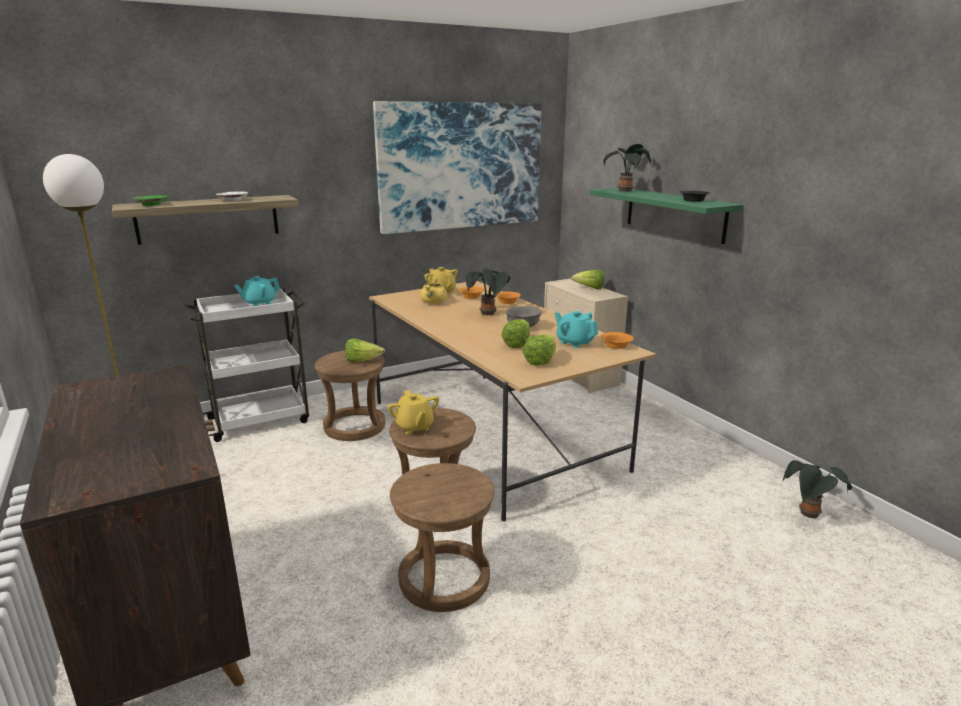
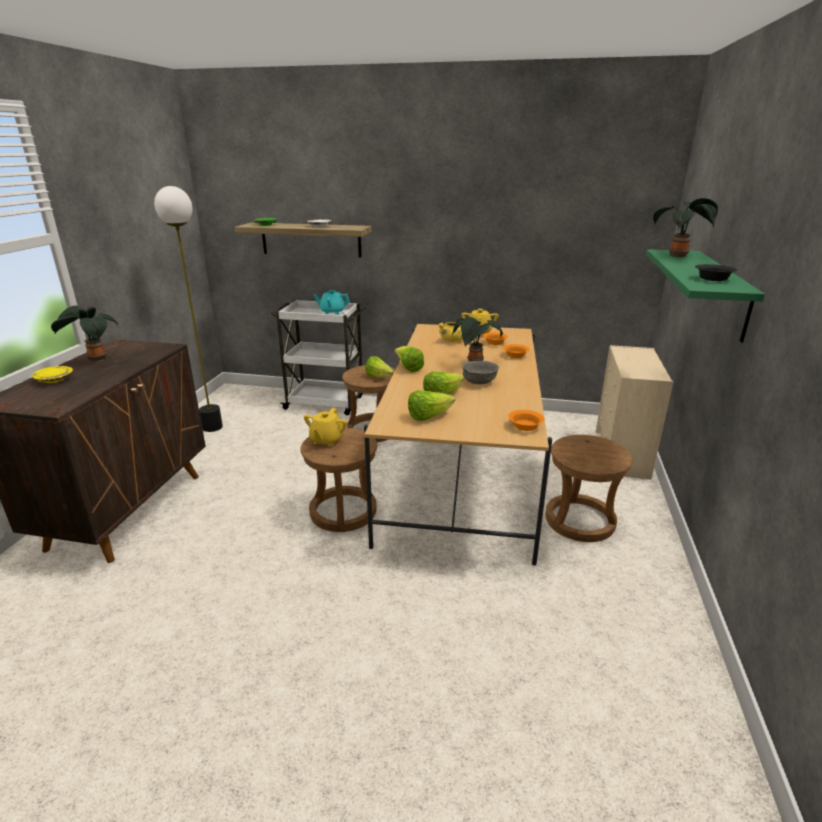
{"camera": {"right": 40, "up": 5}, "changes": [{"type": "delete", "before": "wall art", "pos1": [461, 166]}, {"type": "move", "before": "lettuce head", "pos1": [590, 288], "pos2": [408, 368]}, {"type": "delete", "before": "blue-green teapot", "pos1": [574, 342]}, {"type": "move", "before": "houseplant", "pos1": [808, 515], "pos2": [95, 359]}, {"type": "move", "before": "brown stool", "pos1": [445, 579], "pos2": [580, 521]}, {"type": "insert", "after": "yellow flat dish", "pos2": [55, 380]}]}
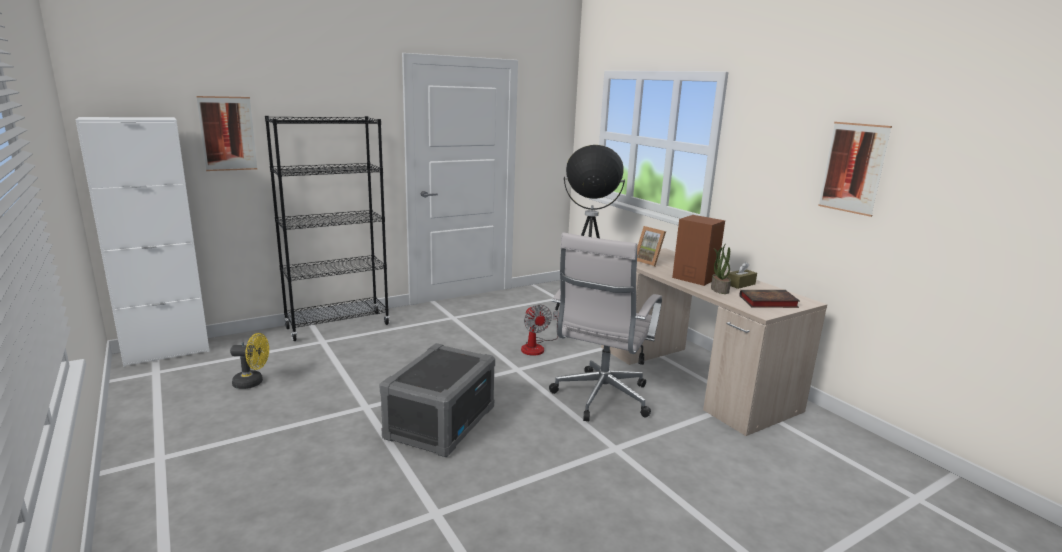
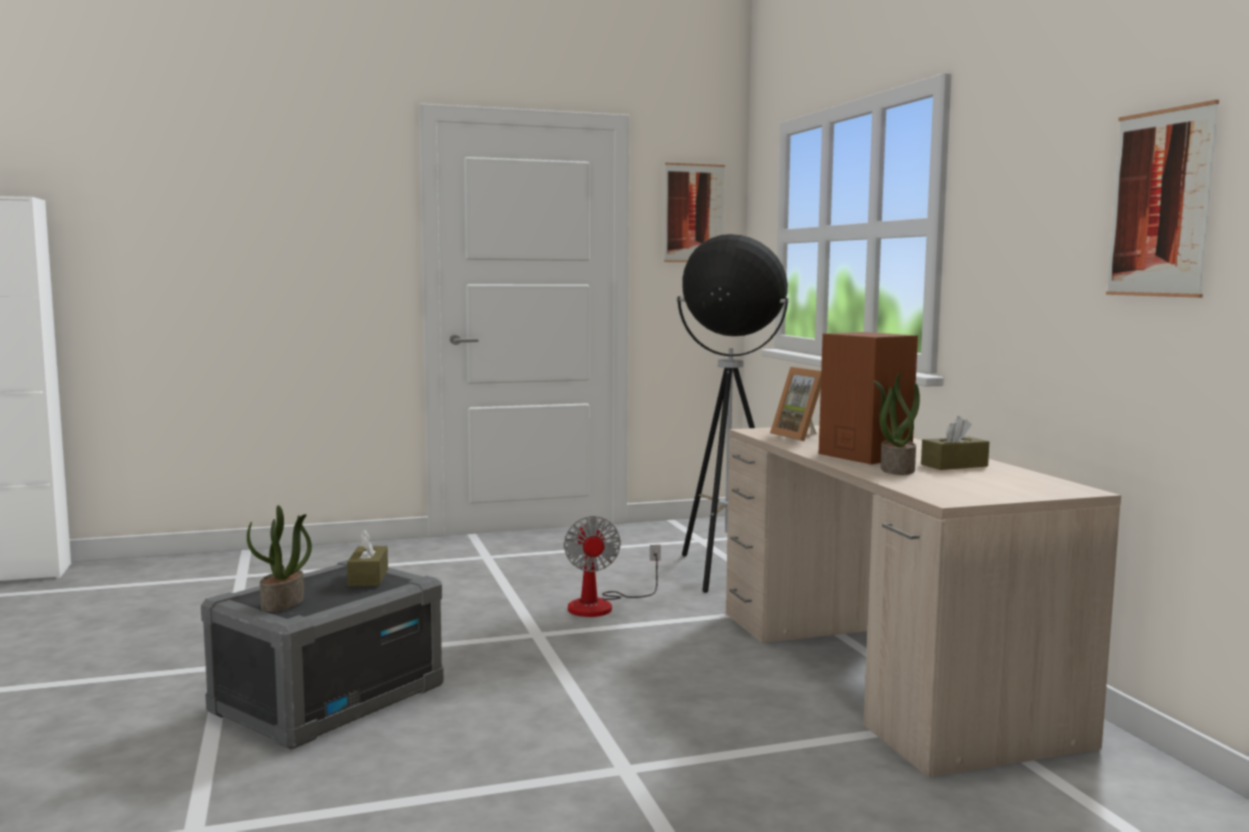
{"camera": {"right": 15, "up": -10}, "changes": [{"type": "move", "before": "wall art", "pos1": [228, 133], "pos2": [694, 213]}, {"type": "delete", "before": "black bookshelf", "pos1": [338, 326]}, {"type": "delete", "before": "white office chair", "pos1": [600, 399]}, {"type": "delete", "before": "book", "pos1": [767, 302]}, {"type": "delete", "before": "yellow electric fan", "pos1": [253, 383]}, {"type": "insert", "after": "houseplant", "pos2": [283, 603]}, {"type": "insert", "after": "brown tissue box", "pos2": [368, 577]}]}
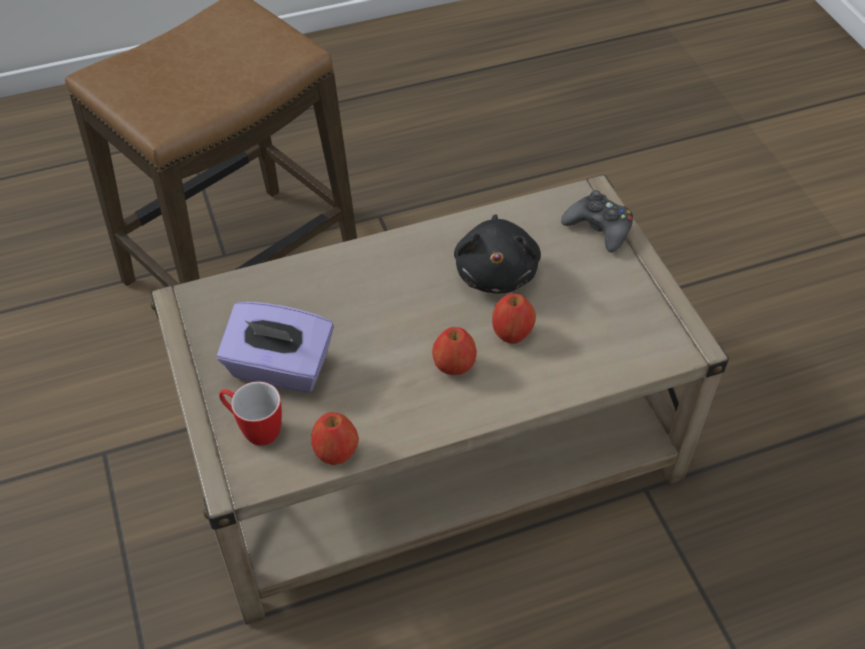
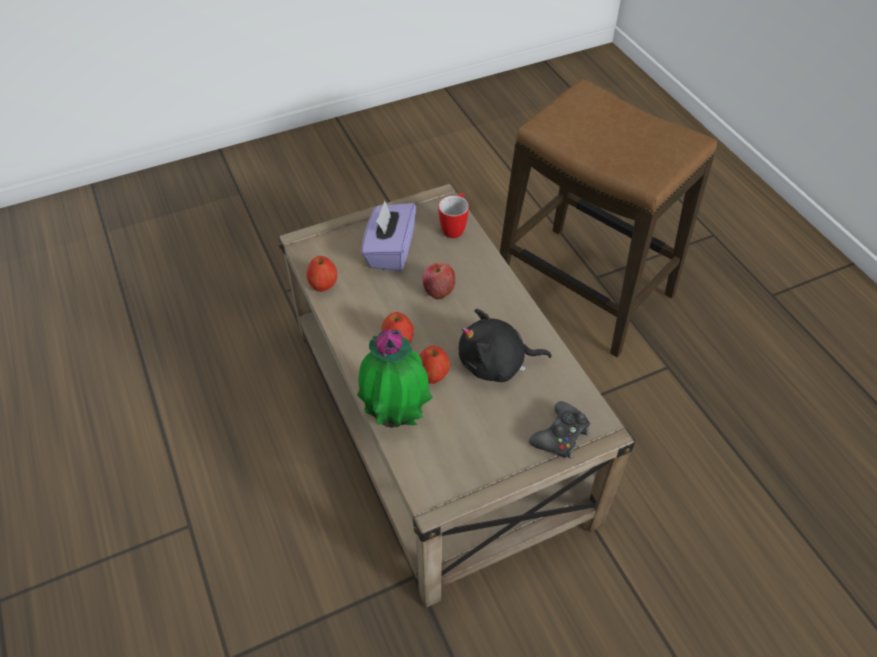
{"camera": {"right": 85, "up": 0}, "changes": [{"type": "move", "before": "mug", "pos1": [254, 429], "pos2": [455, 227]}, {"type": "insert", "after": "whole apple", "pos2": [438, 289]}, {"type": "insert", "after": "houseplant", "pos2": [396, 416]}]}
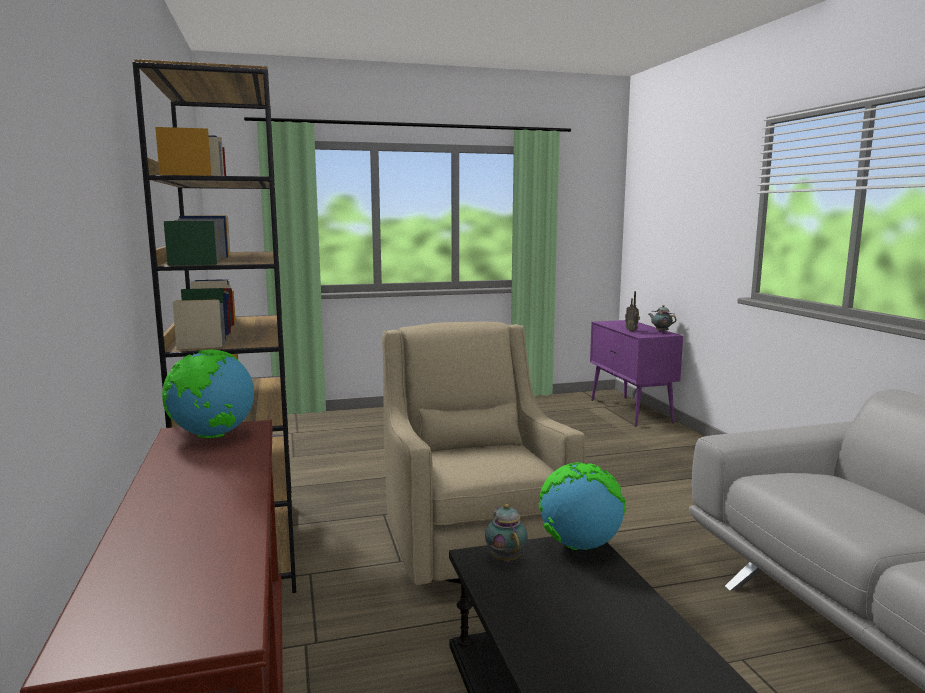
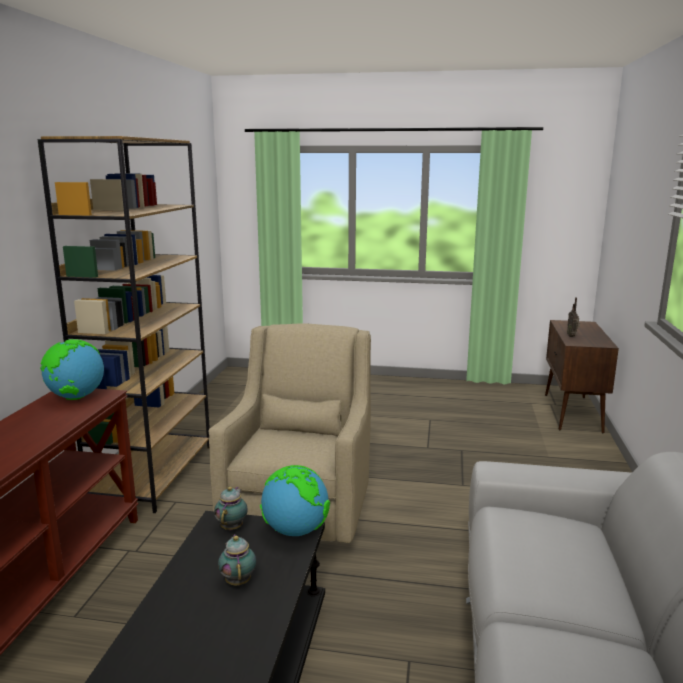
{"camera": {"right": 25, "up": 5}, "changes": [{"type": "move", "before": "teapot", "pos1": [661, 332], "pos2": [238, 580]}, {"type": "recolor", "before": "purple-coloured cabinet", "after": "brown cabinet", "pos1": [631, 411], "pos2": [572, 413]}]}
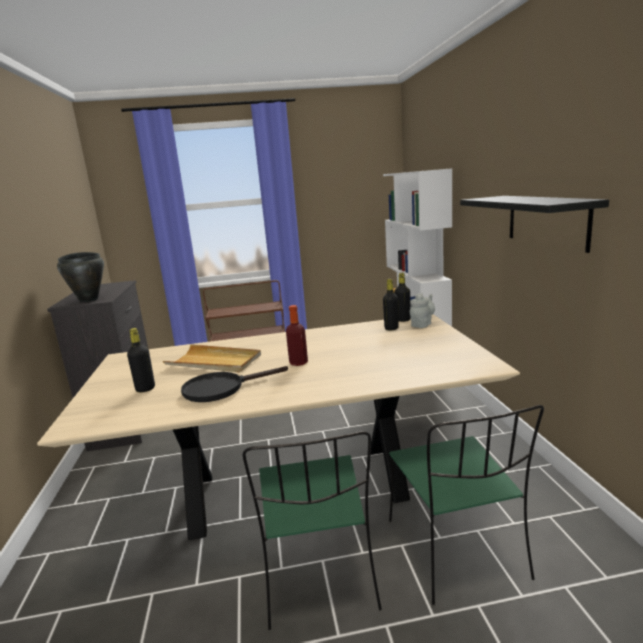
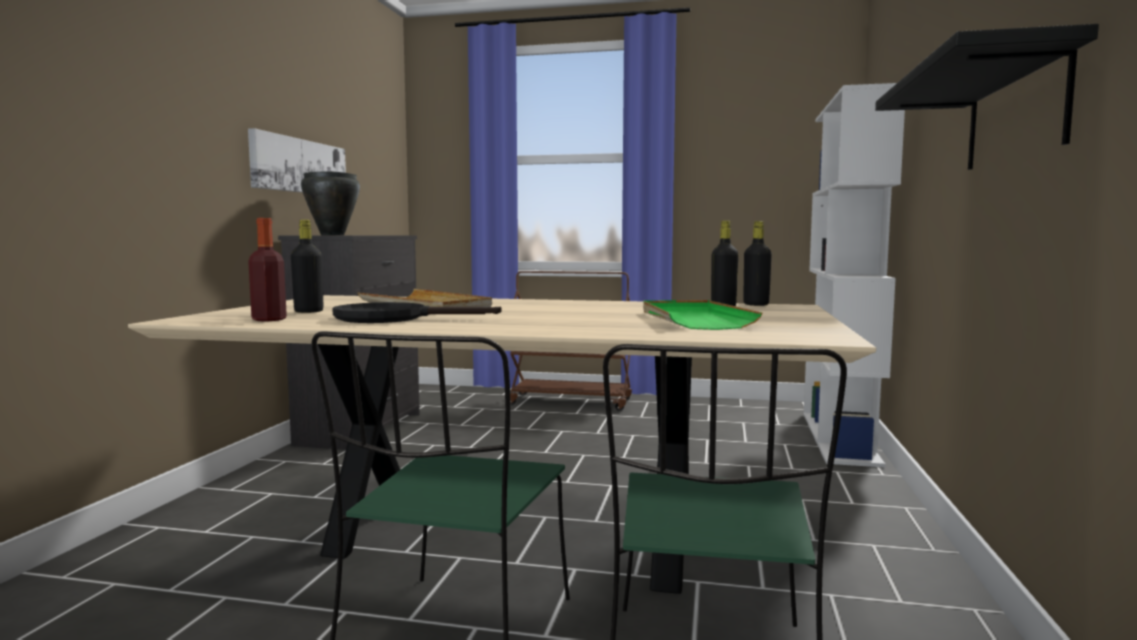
{"camera": {"right": 20, "up": -10}, "changes": [{"type": "delete", "before": "greyish teapot", "pos1": [422, 324]}, {"type": "move", "before": "drink bottle", "pos1": [298, 363], "pos2": [269, 319]}, {"type": "insert", "after": "wall art", "pos2": [299, 166]}, {"type": "insert", "after": "green-coloured serving tray", "pos2": [693, 319]}]}
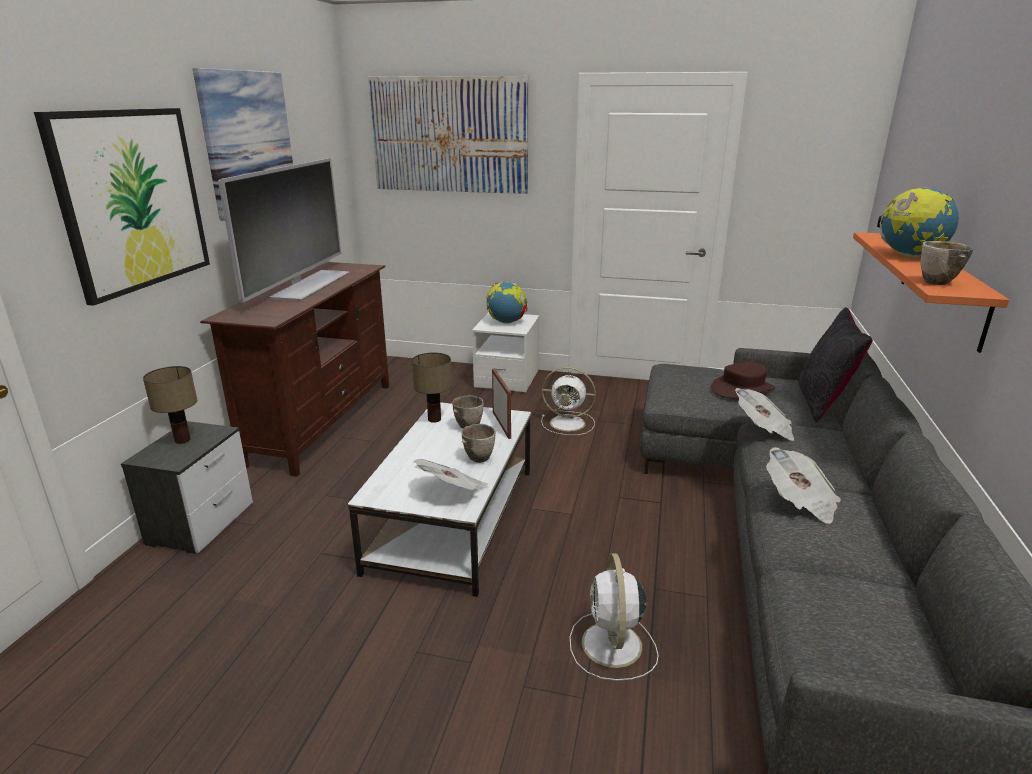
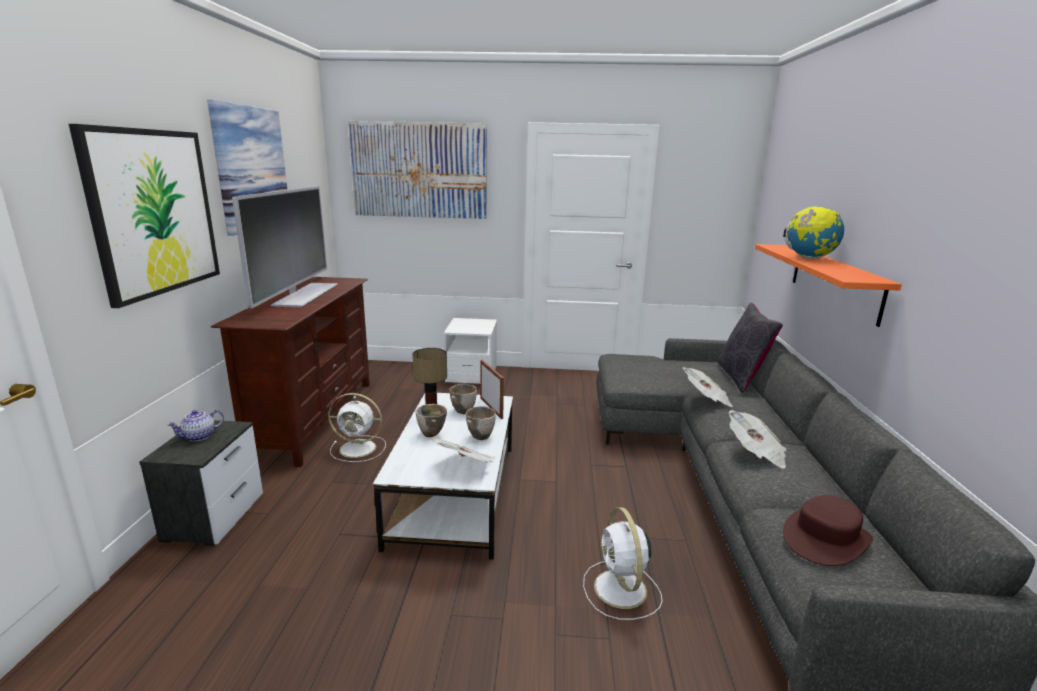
{"camera": {"right": -10, "up": -5}, "changes": [{"type": "move", "before": "bowl", "pos1": [937, 283], "pos2": [431, 434]}, {"type": "delete", "before": "desk globe", "pos1": [507, 322]}, {"type": "move", "before": "brown wearable hat", "pos1": [742, 388], "pos2": [825, 538]}, {"type": "replace", "before": "table lamp", "after": "teapot", "pos1": [183, 440], "pos2": [199, 436]}, {"type": "move", "before": "white electric fan", "pos1": [569, 423], "pos2": [359, 448]}]}
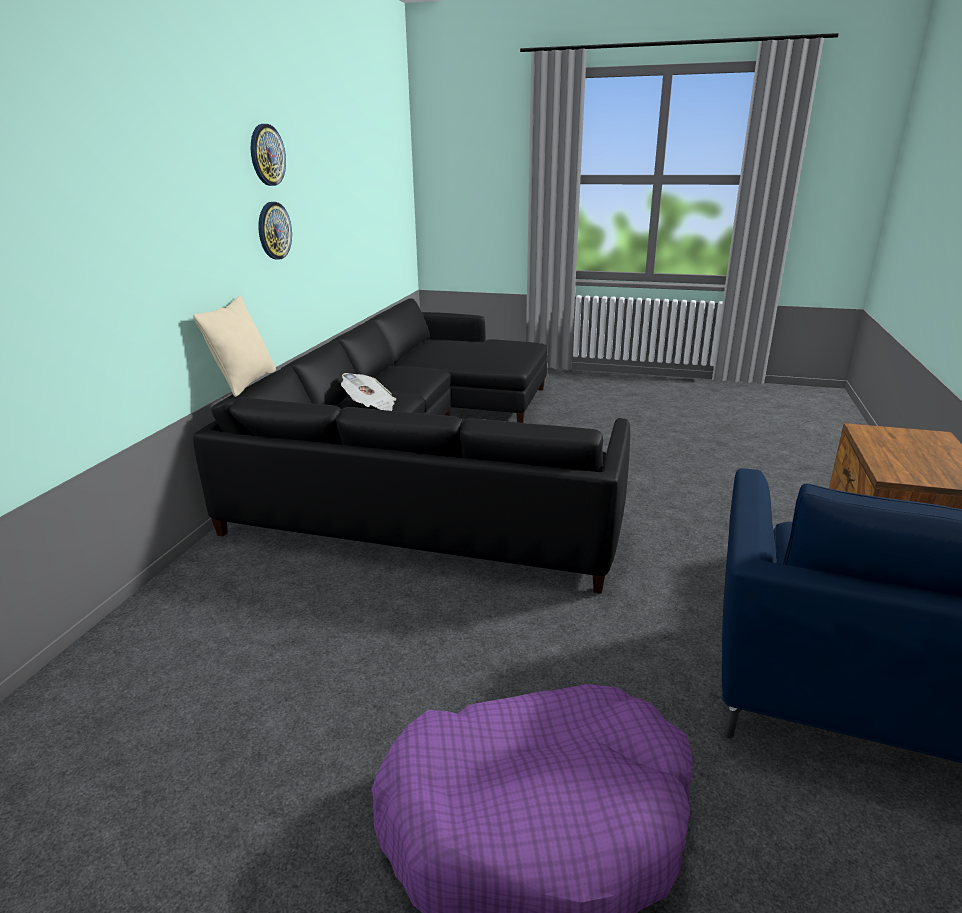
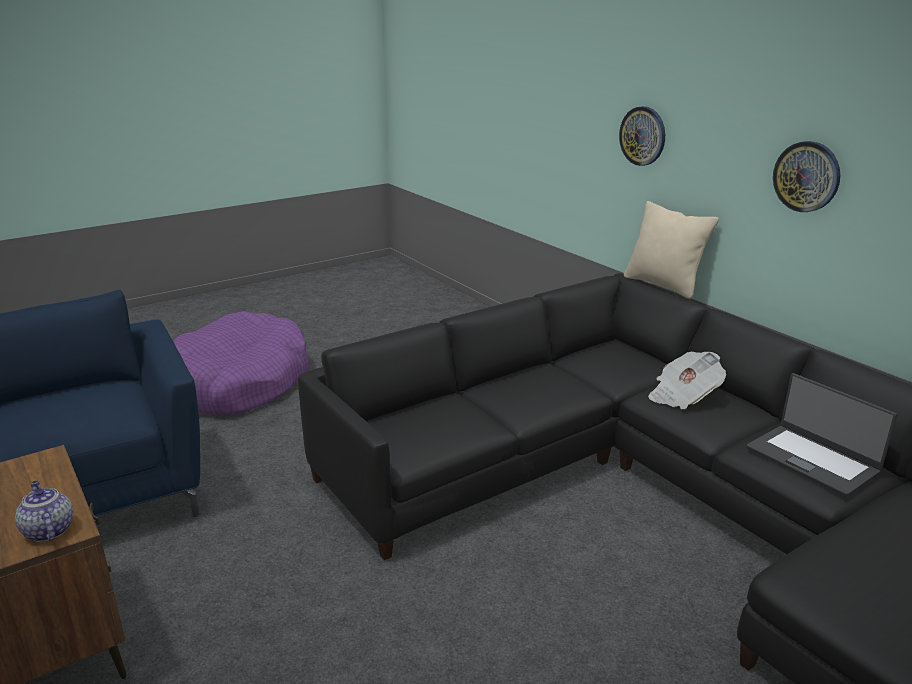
{"camera": {"right": 130, "up": 0}, "changes": [{"type": "move", "before": "hanging clock", "pos1": [267, 155], "pos2": [643, 136]}, {"type": "insert", "after": "notebook computer", "pos2": [812, 459]}, {"type": "insert", "after": "teapot", "pos2": [48, 530]}]}
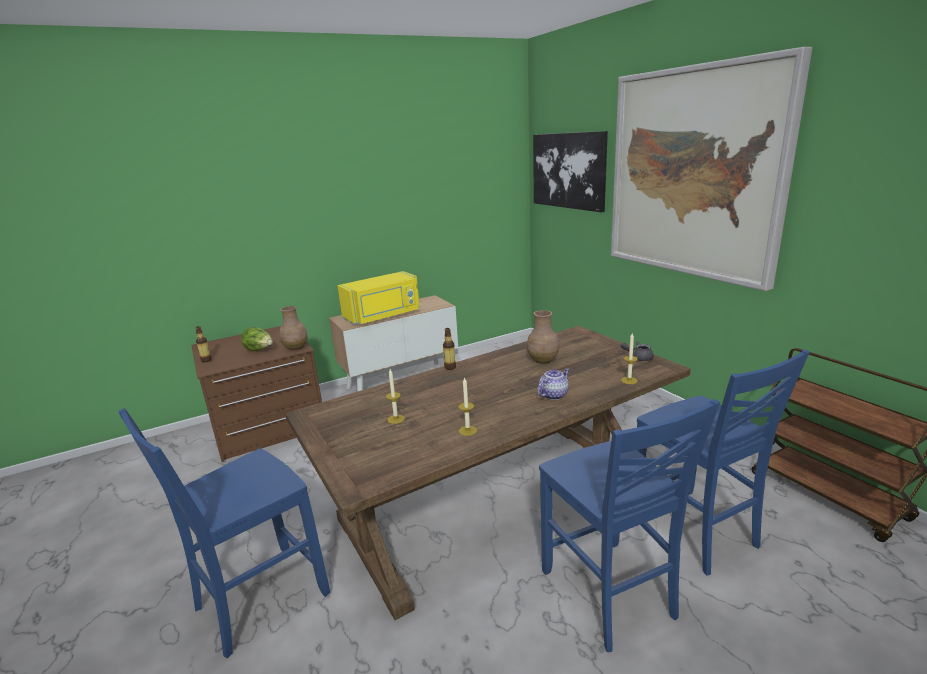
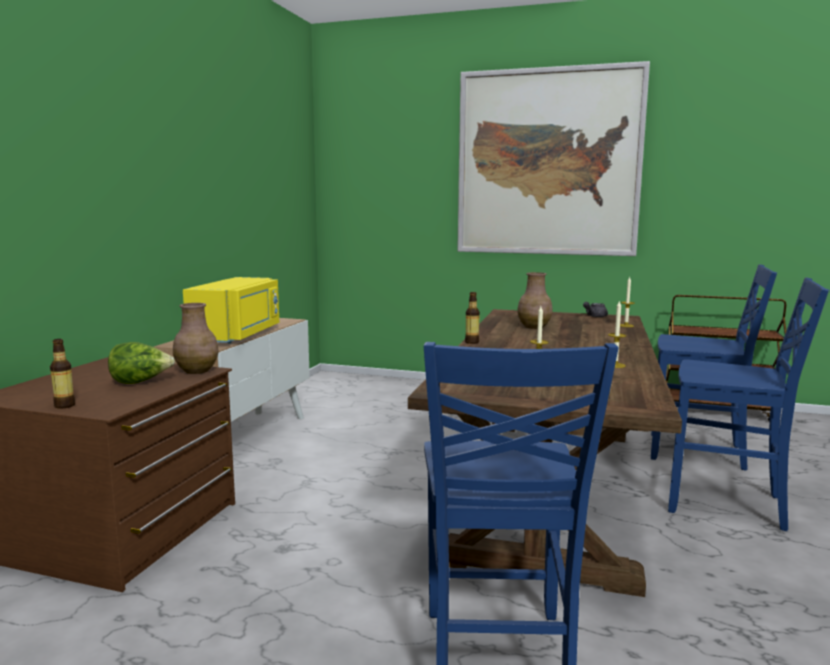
{"camera": {"right": -45, "up": -10}, "changes": [{"type": "delete", "before": "wall art", "pos1": [568, 170]}, {"type": "delete", "before": "teapot", "pos1": [553, 395]}]}
